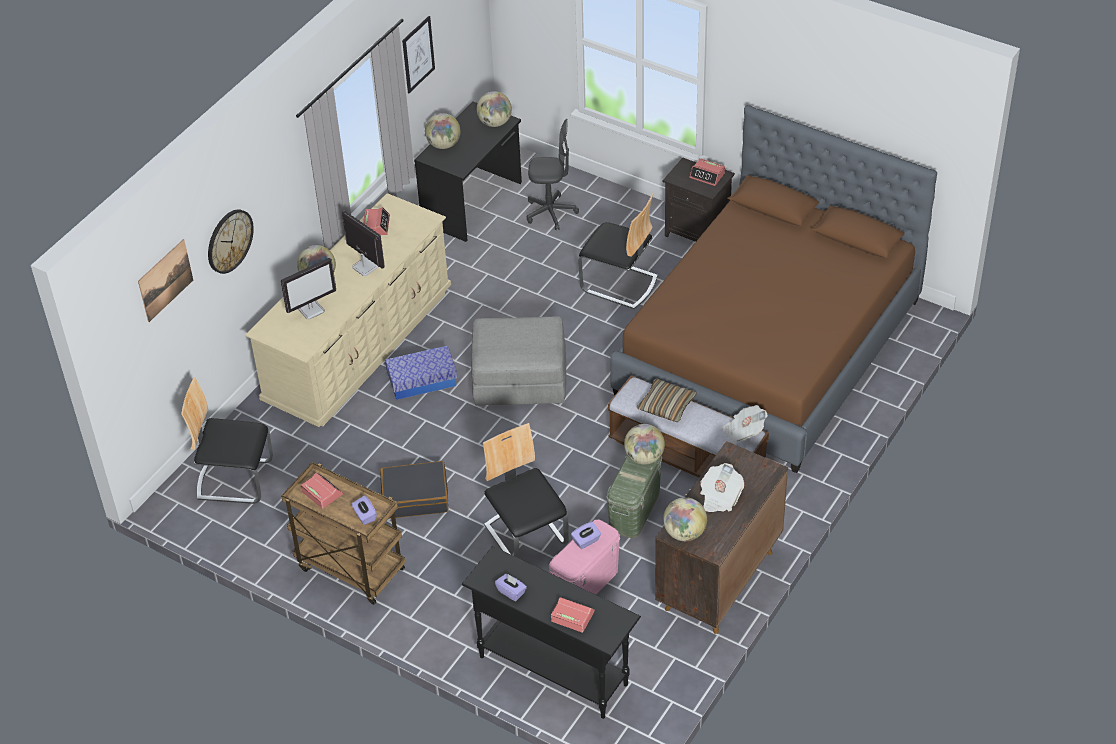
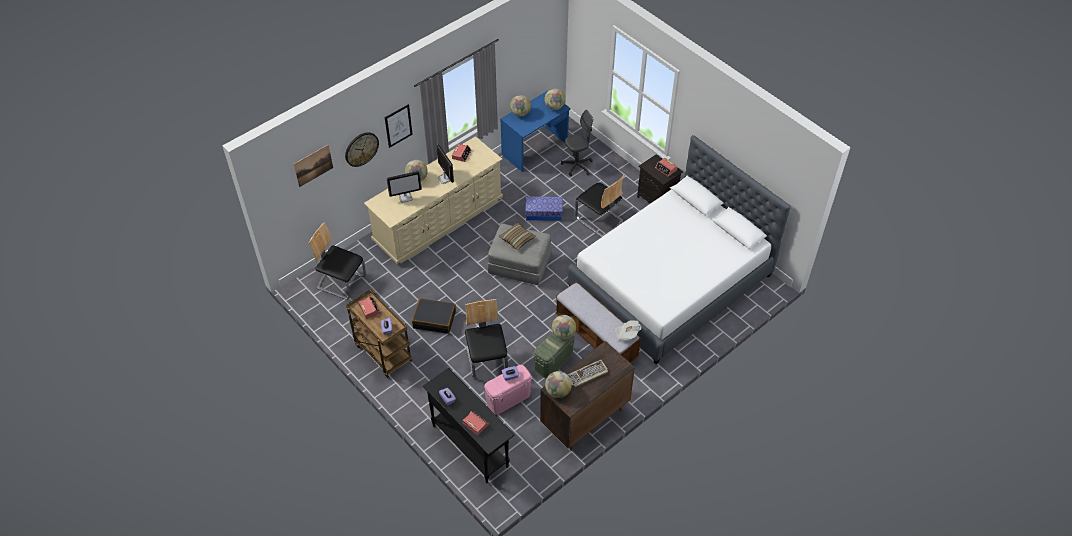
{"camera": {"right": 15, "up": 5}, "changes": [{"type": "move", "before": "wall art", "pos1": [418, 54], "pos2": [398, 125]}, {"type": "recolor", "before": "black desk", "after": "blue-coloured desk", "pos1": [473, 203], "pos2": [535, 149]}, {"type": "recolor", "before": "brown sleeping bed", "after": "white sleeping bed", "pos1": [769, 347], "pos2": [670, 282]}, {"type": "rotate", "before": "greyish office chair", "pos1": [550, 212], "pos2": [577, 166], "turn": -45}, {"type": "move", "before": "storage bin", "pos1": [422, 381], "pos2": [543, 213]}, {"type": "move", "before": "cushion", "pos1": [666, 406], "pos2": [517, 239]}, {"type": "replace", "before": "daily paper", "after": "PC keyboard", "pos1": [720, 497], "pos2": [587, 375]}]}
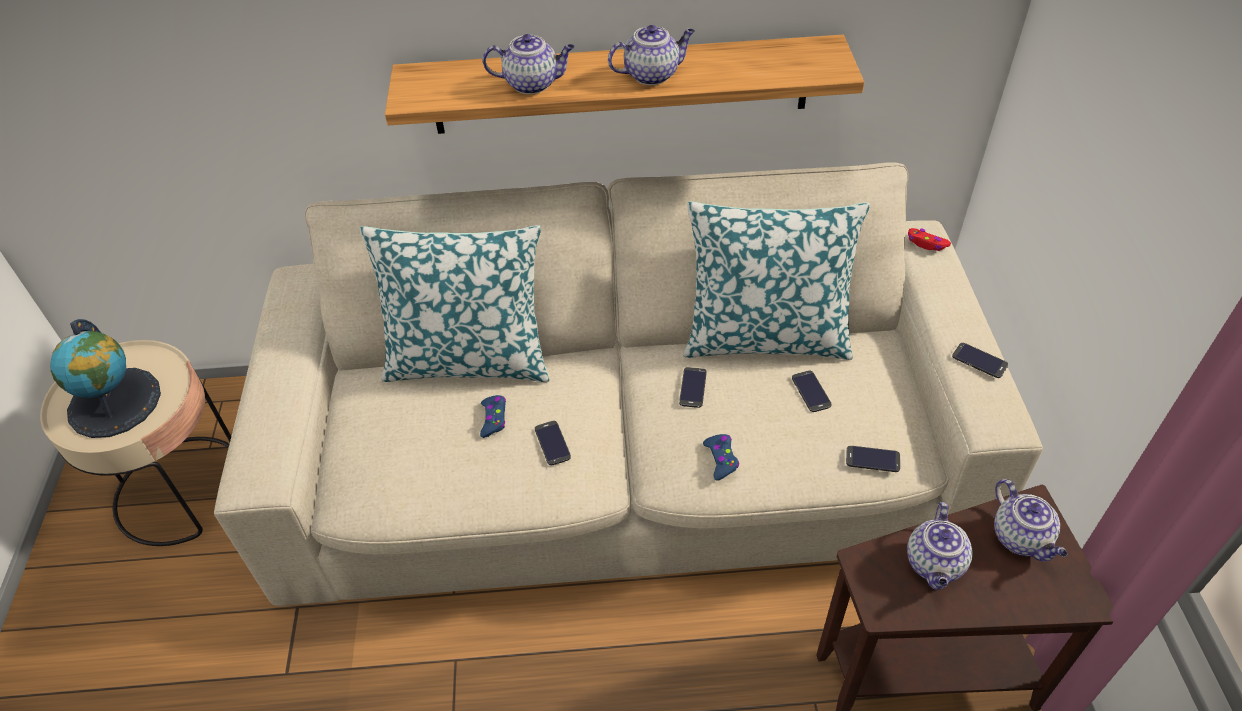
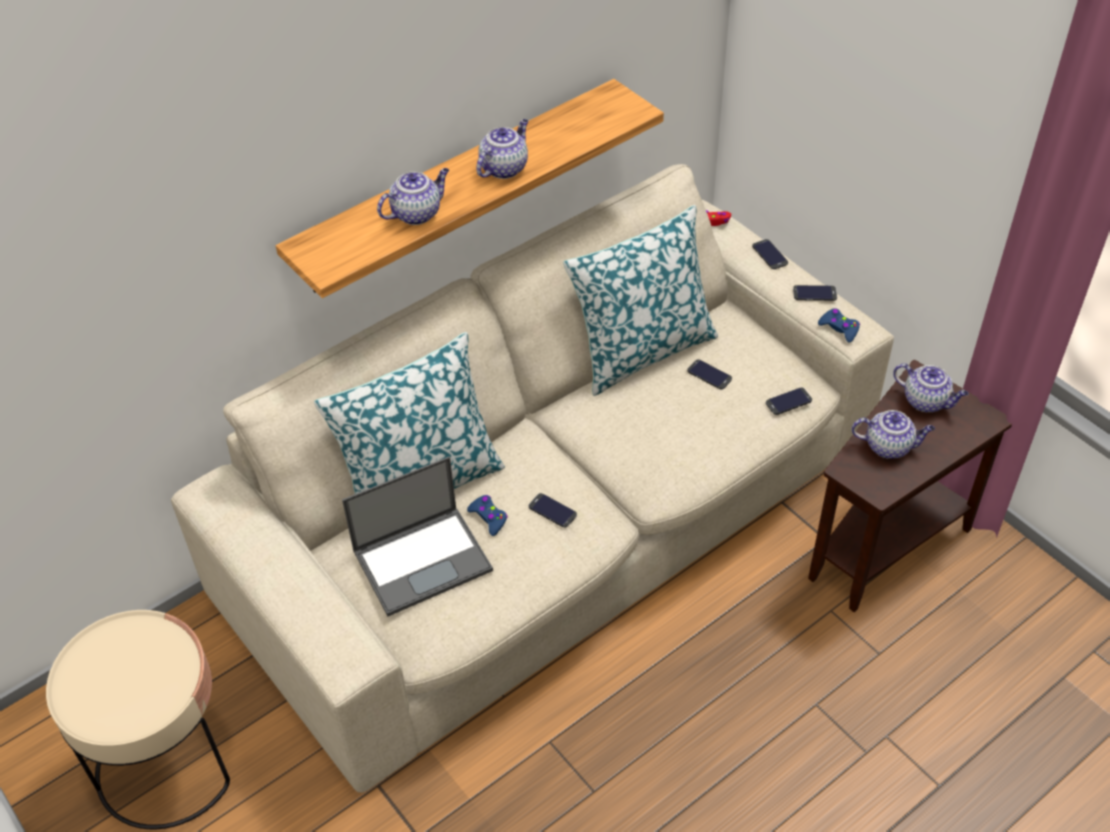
{"camera": {"right": -35, "up": 0}, "changes": [{"type": "delete", "before": "desk globe", "pos1": [115, 402]}, {"type": "move", "before": "handset", "pos1": [692, 387], "pos2": [769, 254]}, {"type": "move", "before": "blue-coloured game controller", "pos1": [721, 459], "pos2": [839, 328]}, {"type": "rotate", "before": "teapot", "pos1": [935, 565], "pos2": [889, 446], "turn": -60}, {"type": "insert", "after": "notebook computer", "pos2": [424, 559]}]}
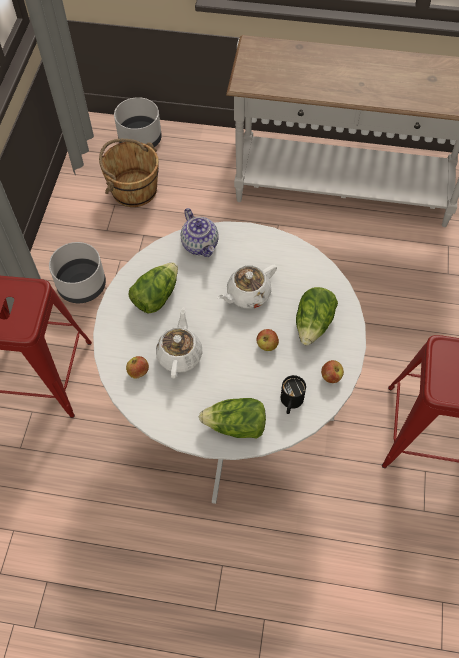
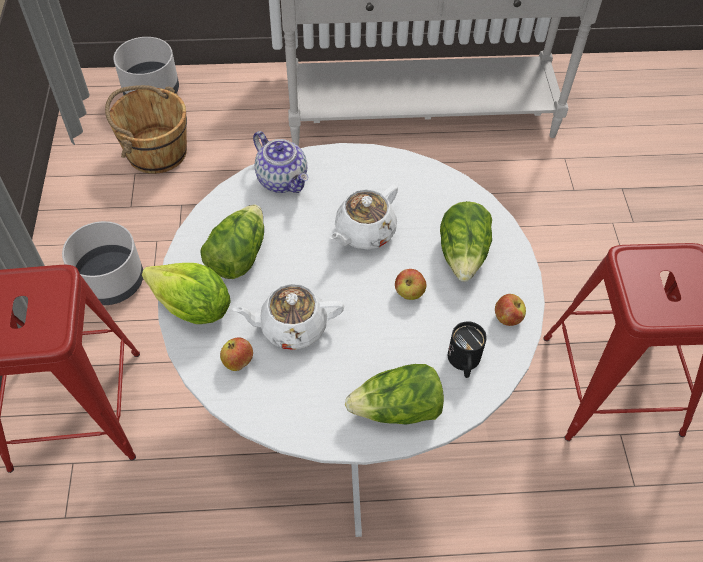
{"camera": {"right": -15, "up": -5}, "changes": [{"type": "rotate", "before": "white teapot", "pos1": [180, 354], "pos2": [292, 327], "turn": -90}, {"type": "insert", "after": "lettuce head", "pos2": [193, 309]}]}
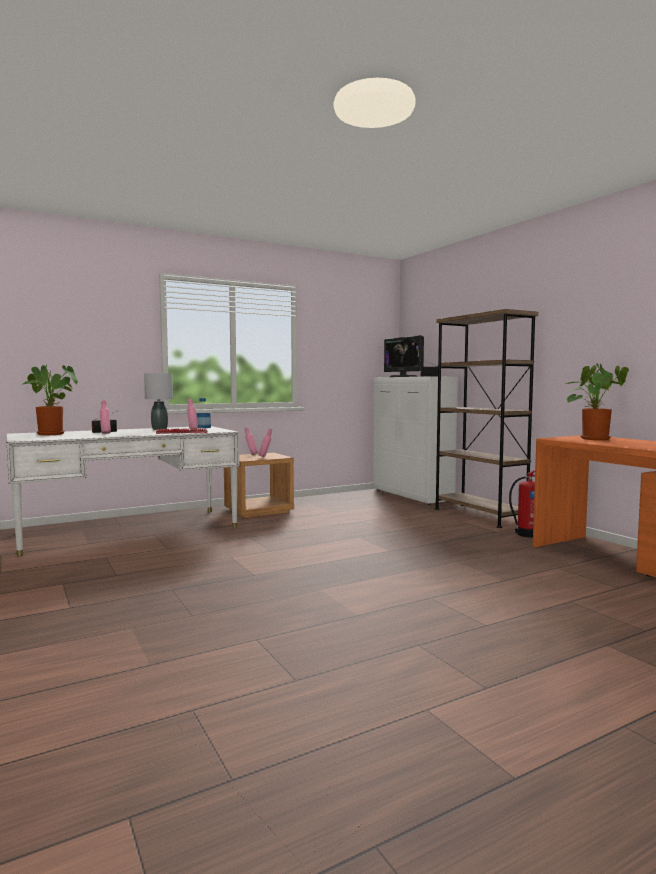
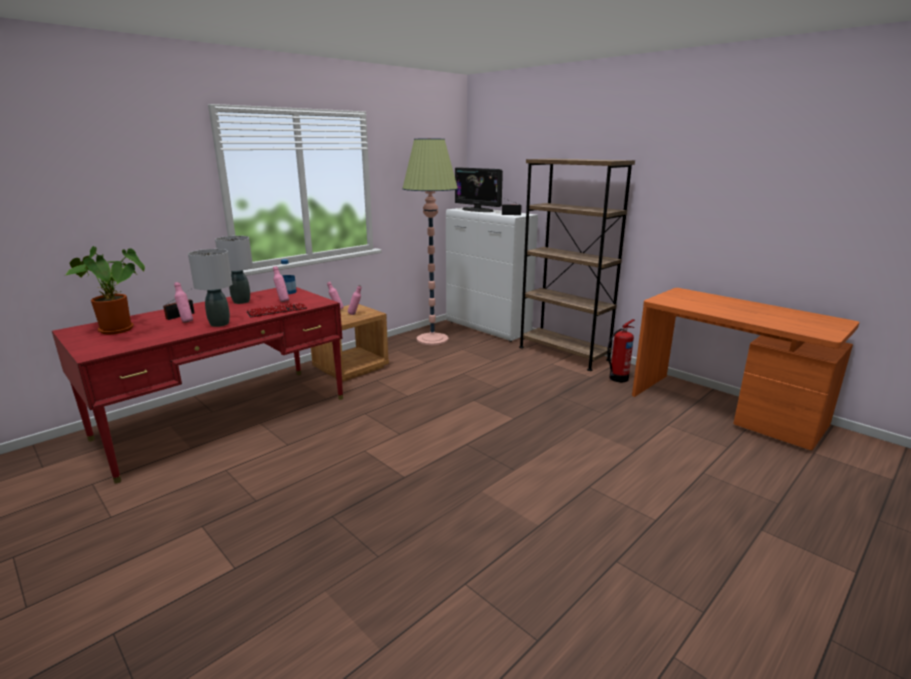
{"camera": {"right": -15, "up": 15}, "changes": [{"type": "delete", "before": "houseplant", "pos1": [594, 438]}, {"type": "recolor", "before": "white desk", "after": "reddish desk", "pos1": [128, 530], "pos2": [225, 417]}, {"type": "insert", "after": "standard lamp", "pos2": [432, 339]}, {"type": "insert", "after": "greyish table lamp", "pos2": [219, 324]}]}
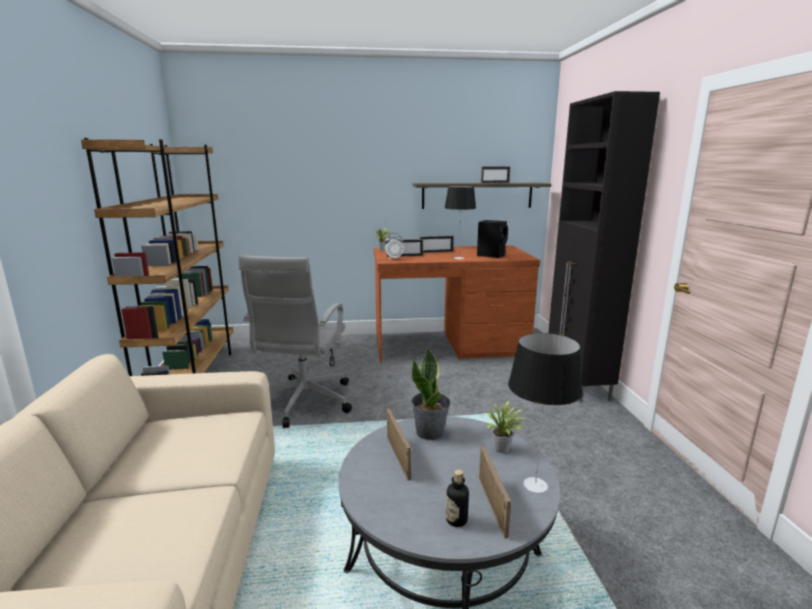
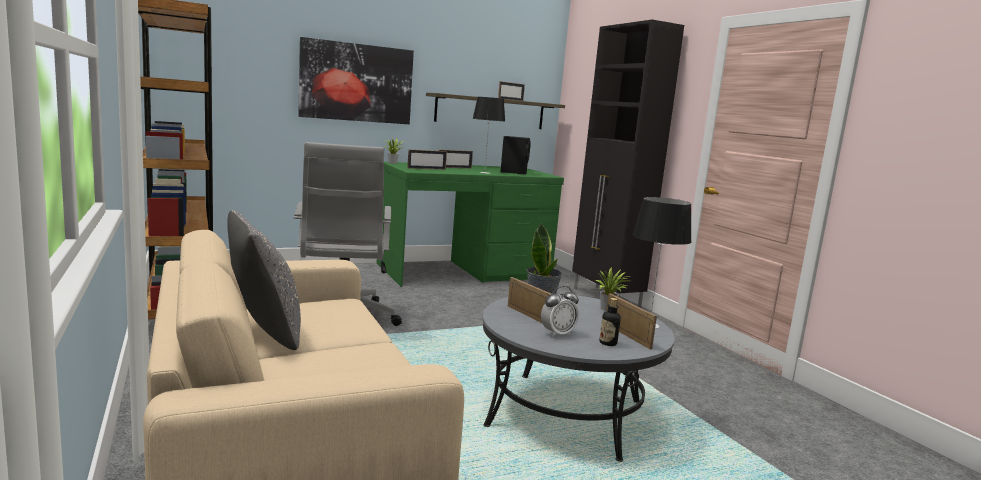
{"camera": {"right": -20, "up": -5}, "changes": [{"type": "move", "before": "table clock", "pos1": [394, 258], "pos2": [557, 334]}, {"type": "recolor", "before": "brown desk", "after": "green-coloured desk", "pos1": [449, 345], "pos2": [464, 271]}, {"type": "insert", "after": "wall art", "pos2": [356, 82]}, {"type": "insert", "after": "greyish cushion", "pos2": [264, 331]}]}
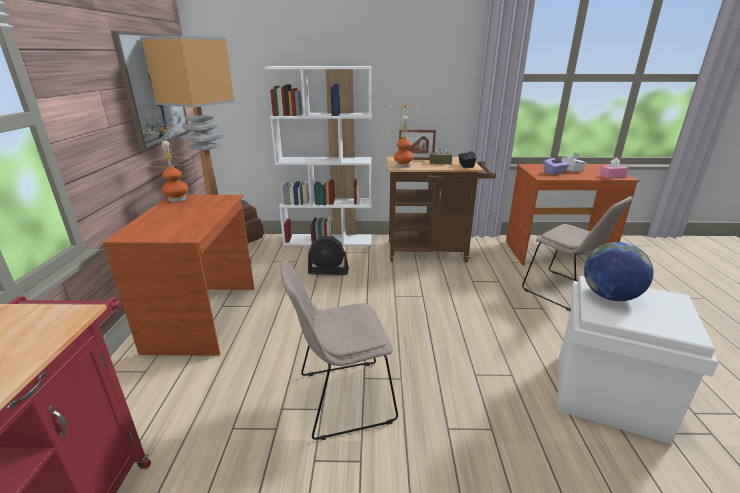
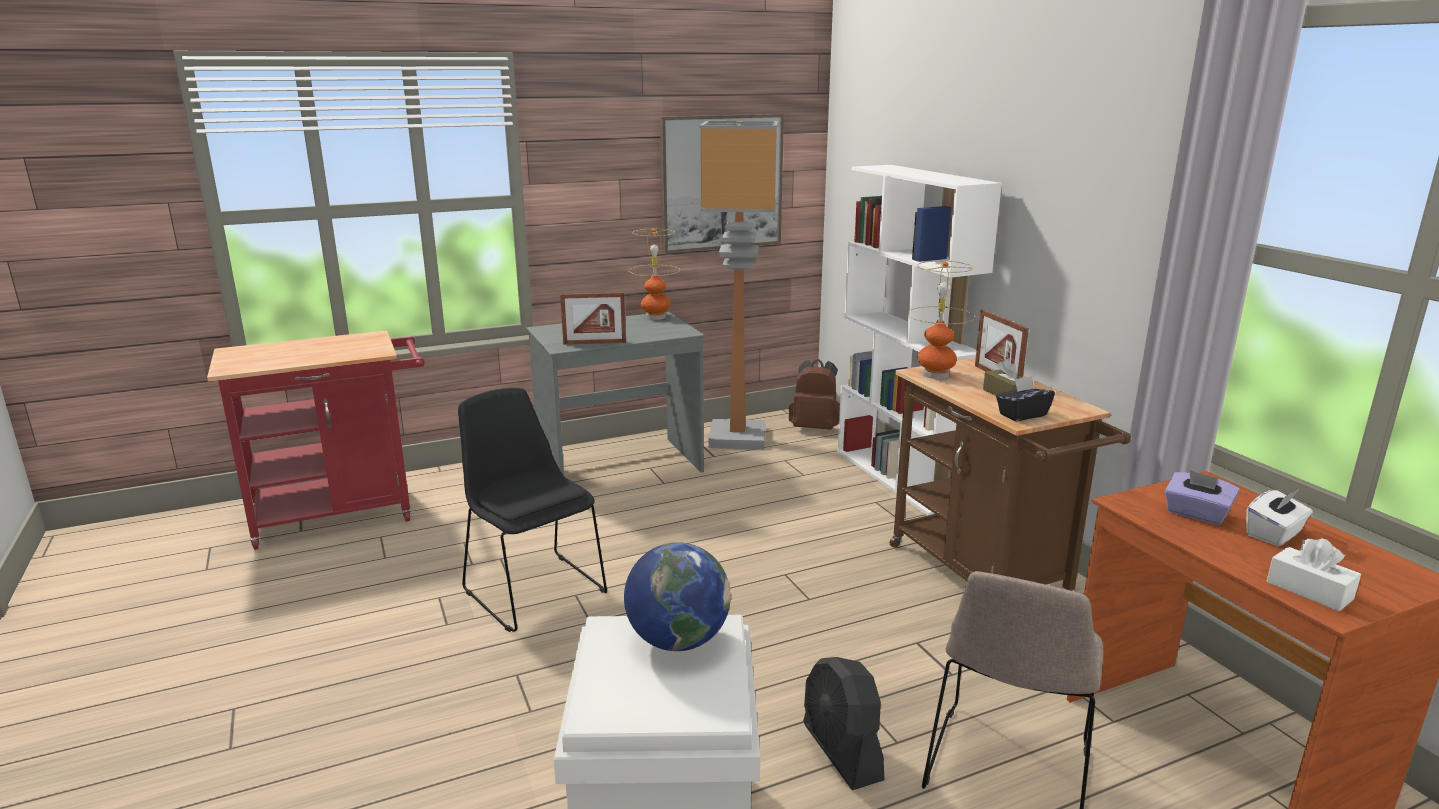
{"camera": {"right": 65, "up": -5}, "changes": [{"type": "recolor", "before": "pinkish tissue box", "after": "white tissue box", "pos1": [612, 176], "pos2": [1309, 590]}, {"type": "recolor", "before": "brown desk", "after": "greyish desk", "pos1": [204, 318], "pos2": [620, 467]}, {"type": "move", "before": "black electric fan", "pos1": [328, 271], "pos2": [841, 752]}, {"type": "recolor", "before": "beige chair", "after": "black chair", "pos1": [342, 398], "pos2": [533, 589]}, {"type": "insert", "after": "photo frame", "pos2": [594, 343]}]}
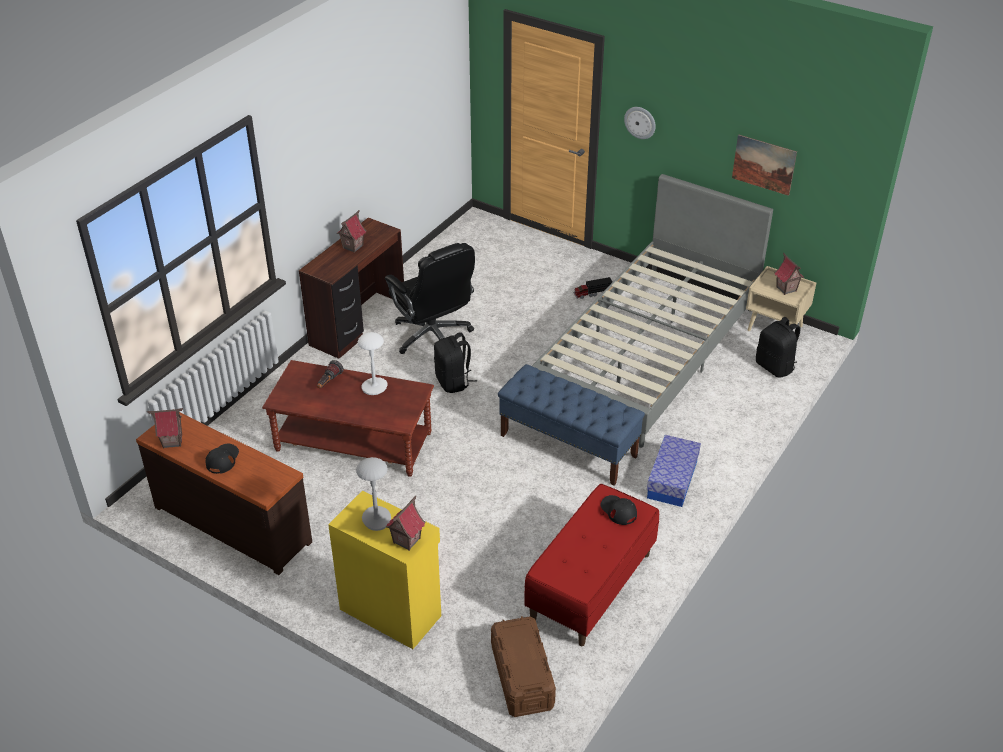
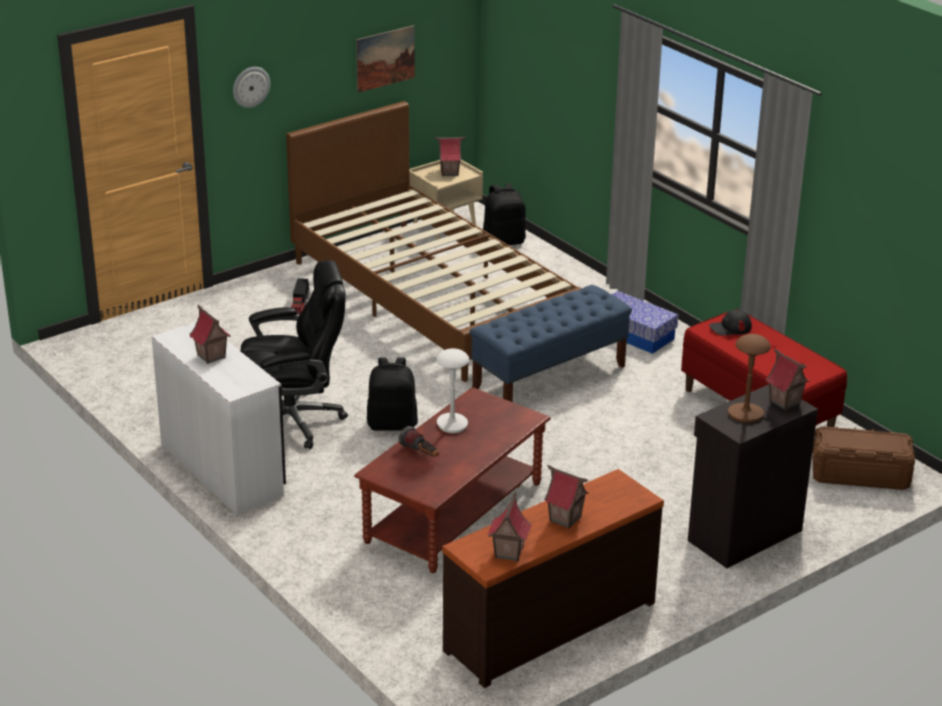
{"camera": {"right": -70, "up": -10}, "changes": [{"type": "recolor", "before": "greyish sleeping bed", "after": "brown sleeping bed", "pos1": [648, 353], "pos2": [431, 298]}, {"type": "recolor", "before": "brown desk", "after": "white desk", "pos1": [359, 324], "pos2": [223, 469]}, {"type": "replace", "before": "black baseball cap", "after": "model house", "pos1": [222, 459], "pos2": [565, 519]}, {"type": "recolor", "before": "greyish table lamp", "after": "brown table lamp", "pos1": [376, 519], "pos2": [745, 414]}, {"type": "recolor", "before": "yellow cabinet", "after": "black cabinet", "pos1": [390, 611], "pos2": [743, 535]}]}
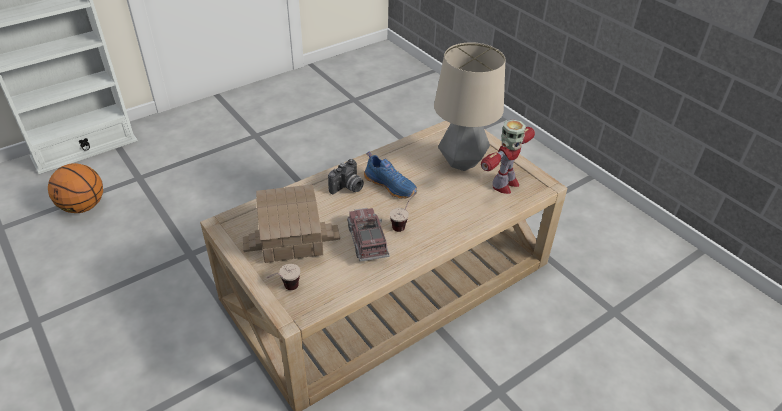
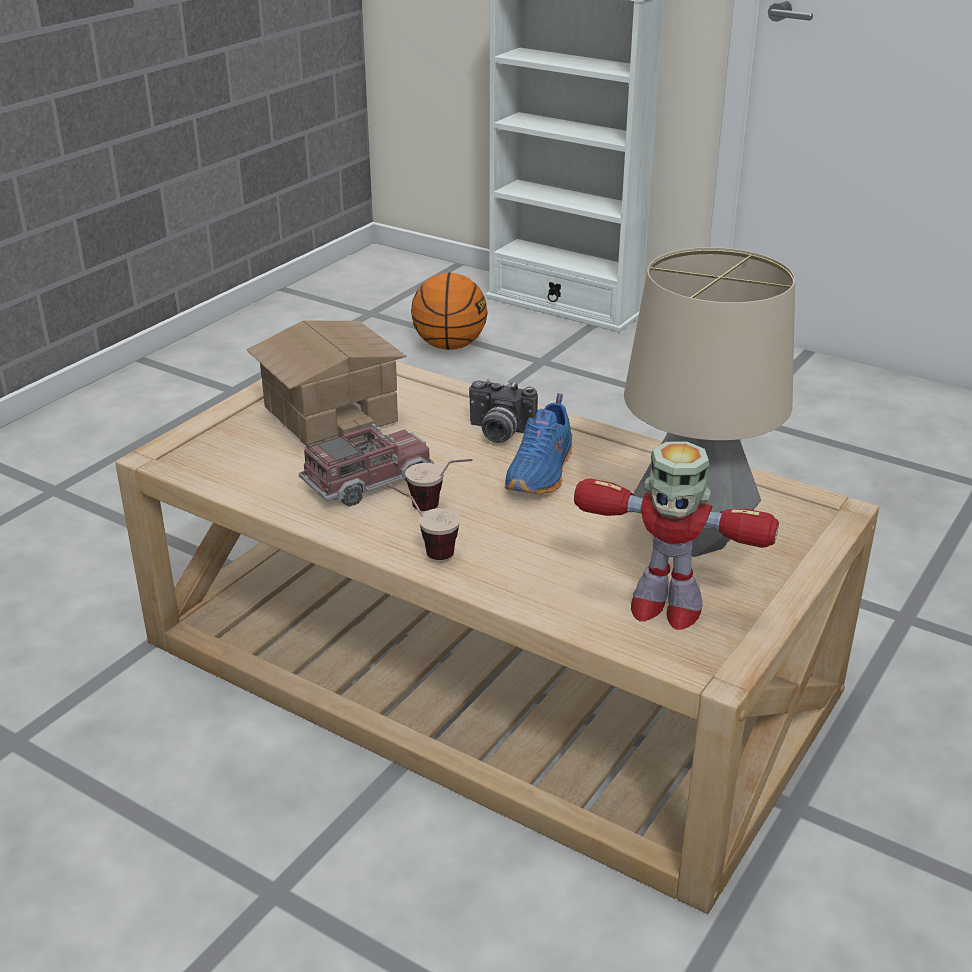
{"camera": {"right": 70, "up": -10}, "changes": [{"type": "move", "before": "cup", "pos1": [285, 290], "pos2": [424, 550]}]}
